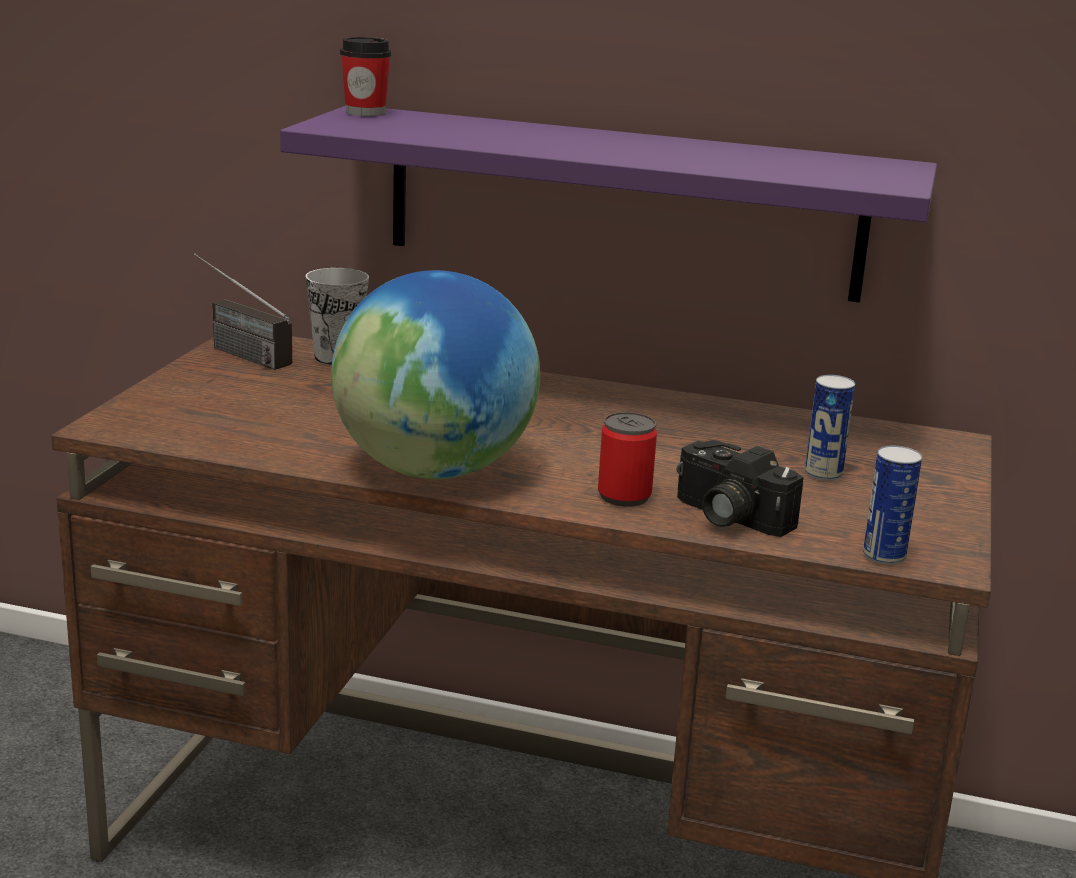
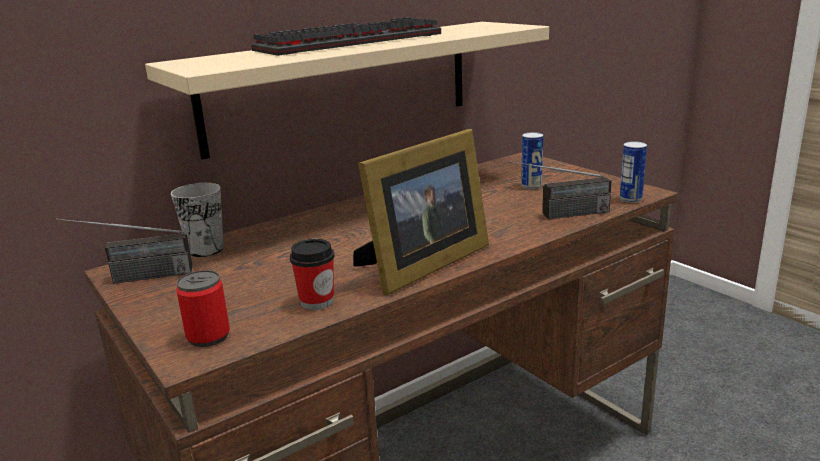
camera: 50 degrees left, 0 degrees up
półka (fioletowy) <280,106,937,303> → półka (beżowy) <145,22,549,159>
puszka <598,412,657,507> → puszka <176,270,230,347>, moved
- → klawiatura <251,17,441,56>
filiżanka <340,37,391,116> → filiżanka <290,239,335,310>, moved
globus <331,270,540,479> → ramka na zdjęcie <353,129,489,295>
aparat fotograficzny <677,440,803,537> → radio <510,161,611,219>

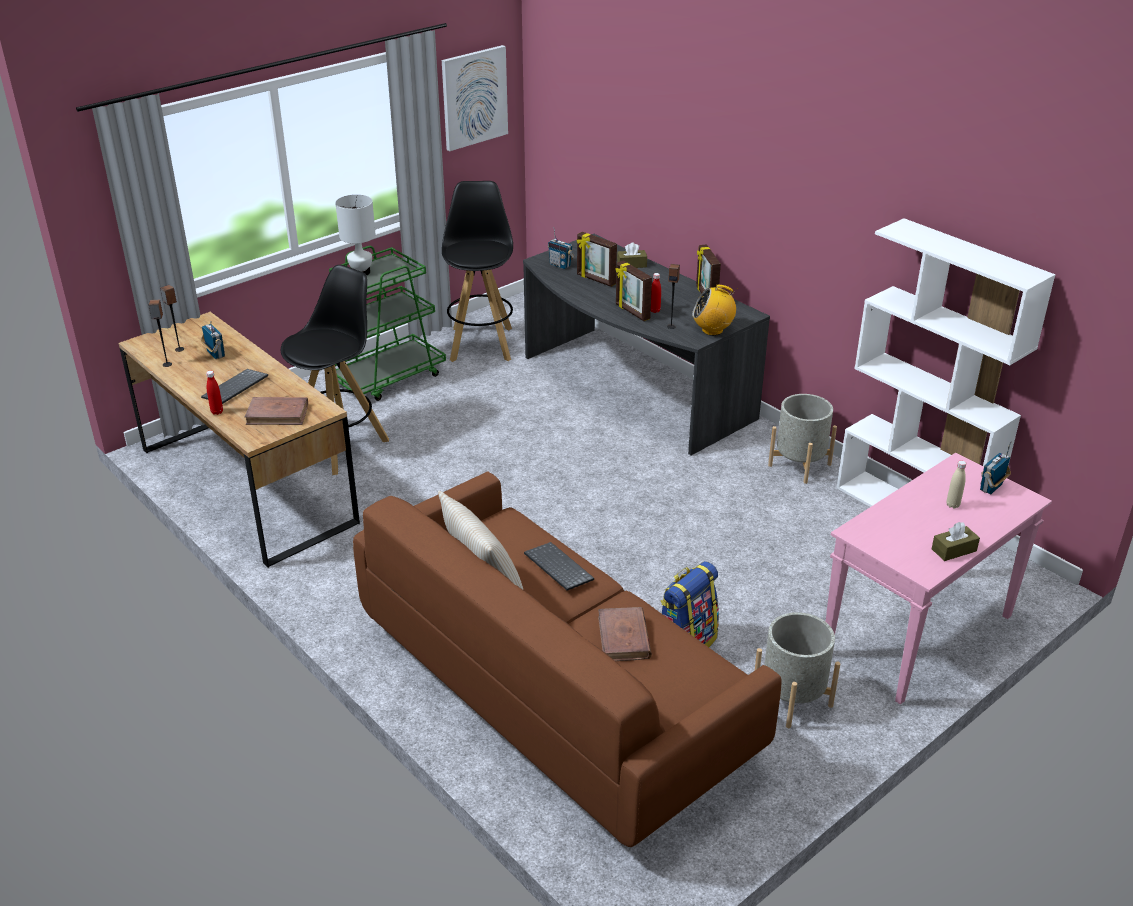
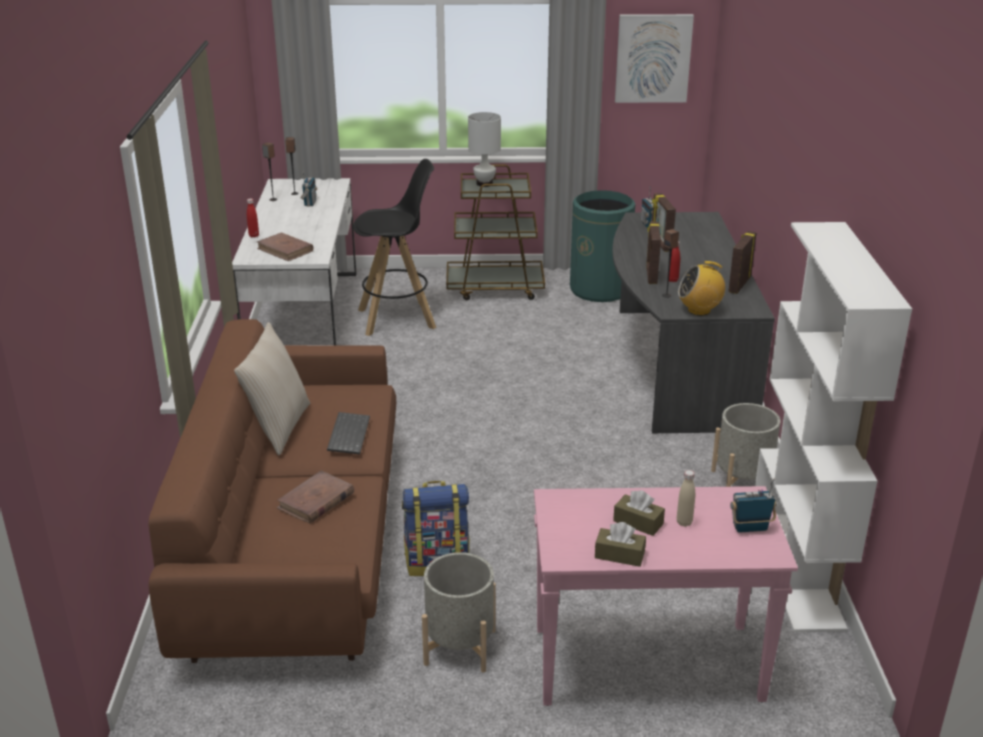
camera: 40 degrees right, 5 degrees down
biurko (brązowy) <118,312,360,568> → biurko (biały) <232,178,356,345>
wózek (zielony) <329,246,446,401> → wózek (brązowy) <446,164,545,300>
stołek (czarny) <442,181,513,362> → kosz na śmieci (zielony) <570,190,635,302>
pudełko chusteczek (brązowy) <617,242,647,268> → pudełko chusteczek (brązowy) <613,490,665,536>, moved
radio <692,285,738,336> → radio <678,261,725,316>, 45 degrees counterclockwise
klawiatura <201,369,268,404> → -

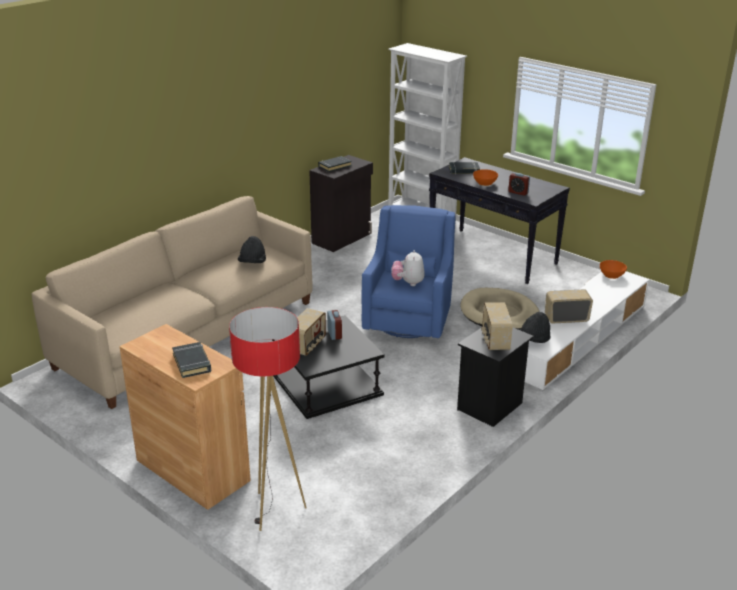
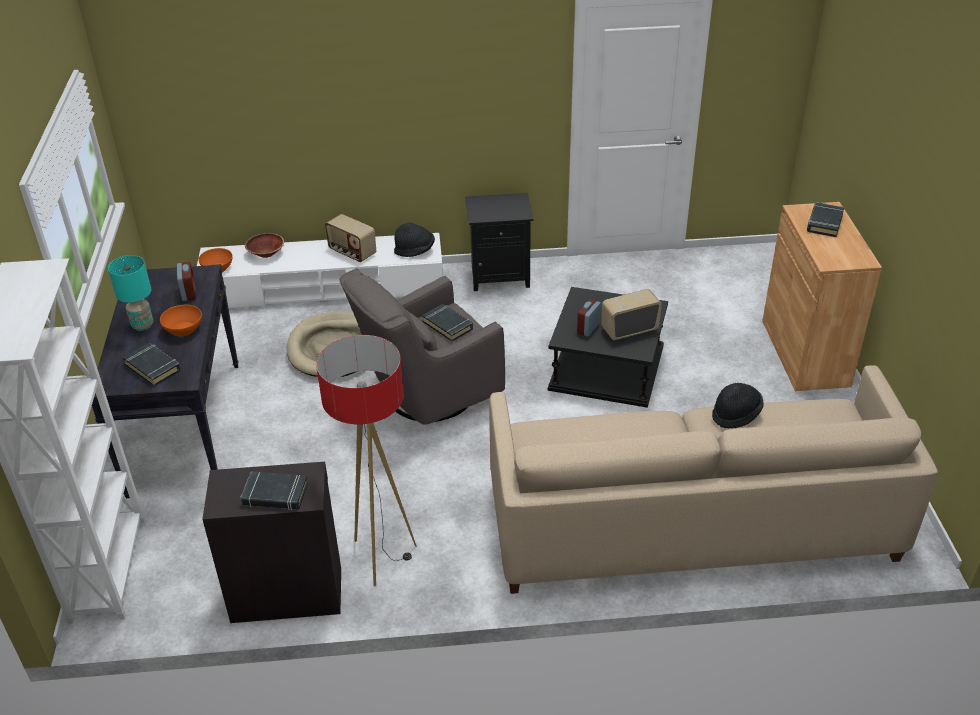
camera: 135 degrees left, 10 degrees up
- → lampa stołowa (turkusowy) <108,255,153,331>
- → miska (brązowy) <245,233,284,258>
lampa stojąca <229,307,306,531> → lampa stojąca <316,335,417,586>, moved
fotel (niebieski) <361,205,456,338> → fotel (szary) <340,268,505,424>
pluszak <391,250,425,286> → książka (czarny) <422,304,473,341>
kapelusz (czarny) <238,236,266,263> → kapelusz (czarny) <712,383,763,428>, moved
radio <481,302,513,350> → -

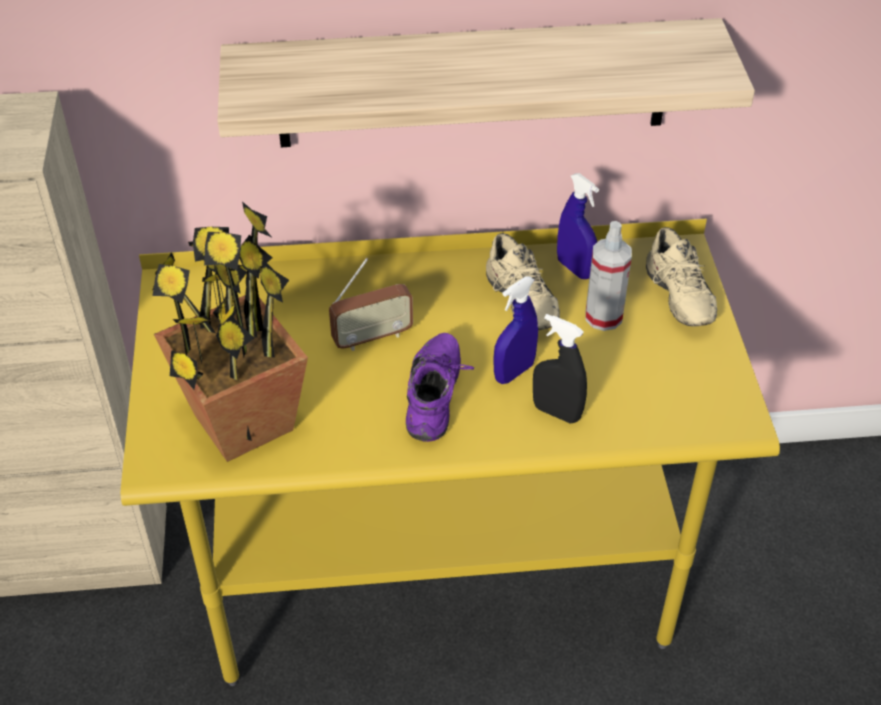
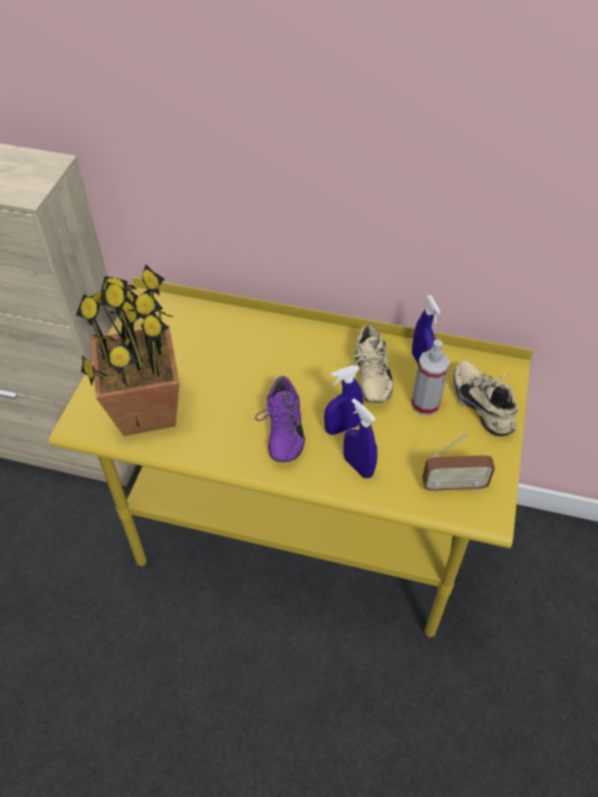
camera: 20 degrees right, 5 degrees up
but (fioletowy) <406,333,474,442> → but (fioletowy) <255,376,305,462>, 150 degrees clockwise
spryskiwacz (czarny) <533,314,587,424> → spryskiwacz (niebieski) <343,398,377,478>
radio <329,258,413,351> → radio <422,433,495,493>, moved
but (beżowy) <646,227,717,326> → but (beżowy) <453,361,518,436>, 150 degrees clockwise
półka <218,18,755,147> → -

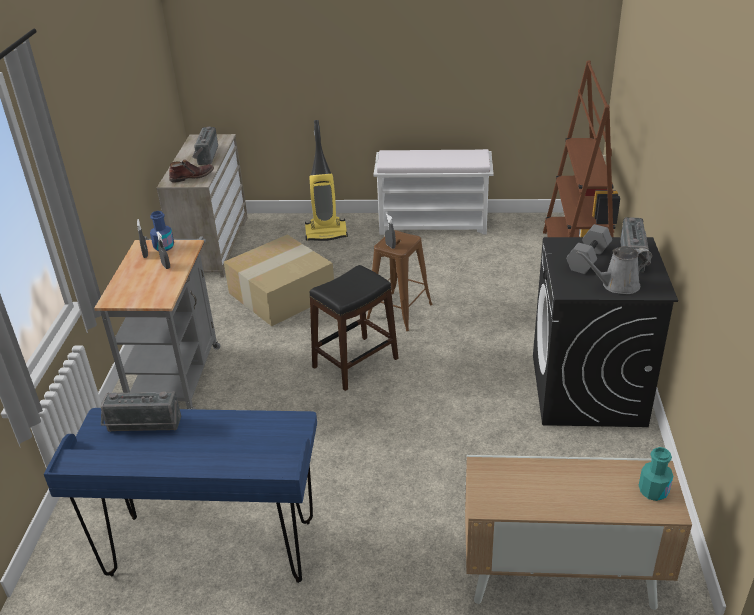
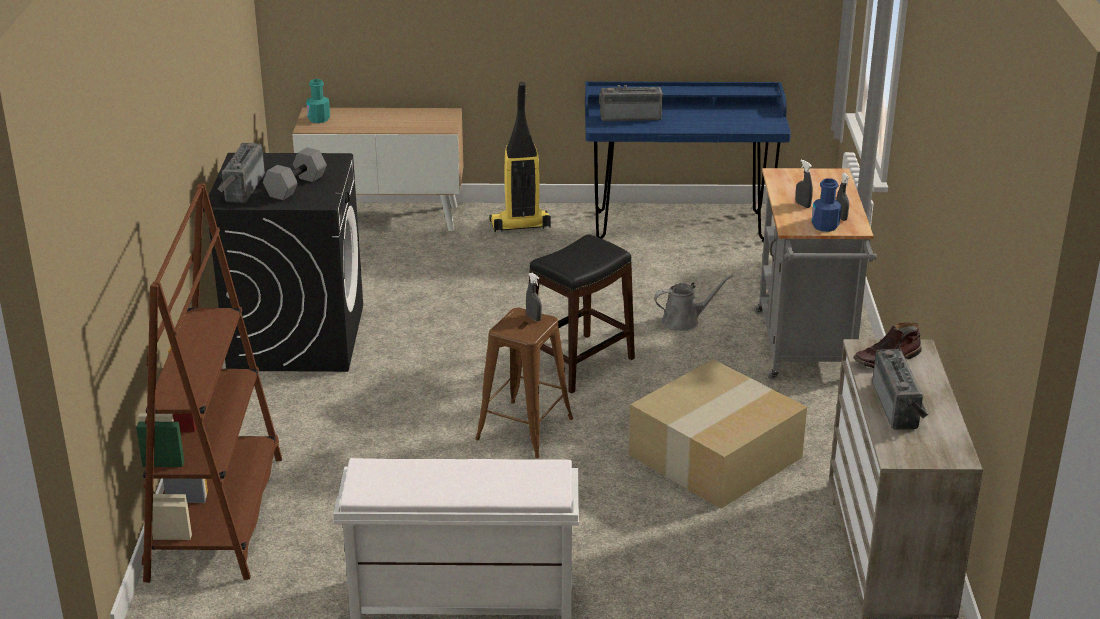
camera: 175 degrees right, 5 degrees down
odkurzacz <305,120,348,241> → odkurzacz <489,82,551,232>, moved
radio <100,391,181,432> → radio <599,85,663,121>, moved
konewka (szary) <576,246,652,294> → konewka (szary) <654,274,733,331>, moved

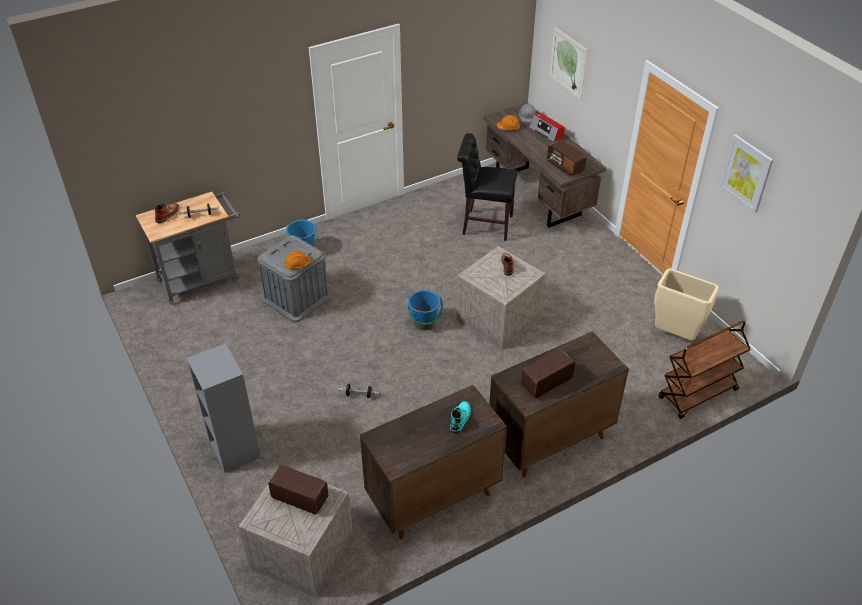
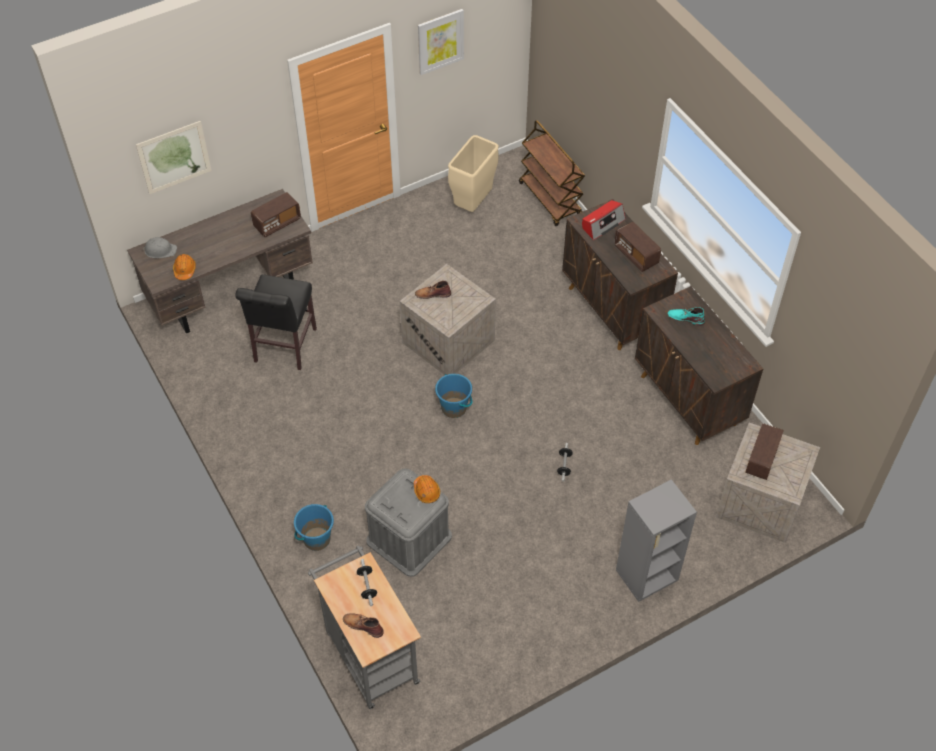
camera: 90 degrees left, 10 degrees up
radio <529,114,565,142> → radio <582,200,626,240>, moved

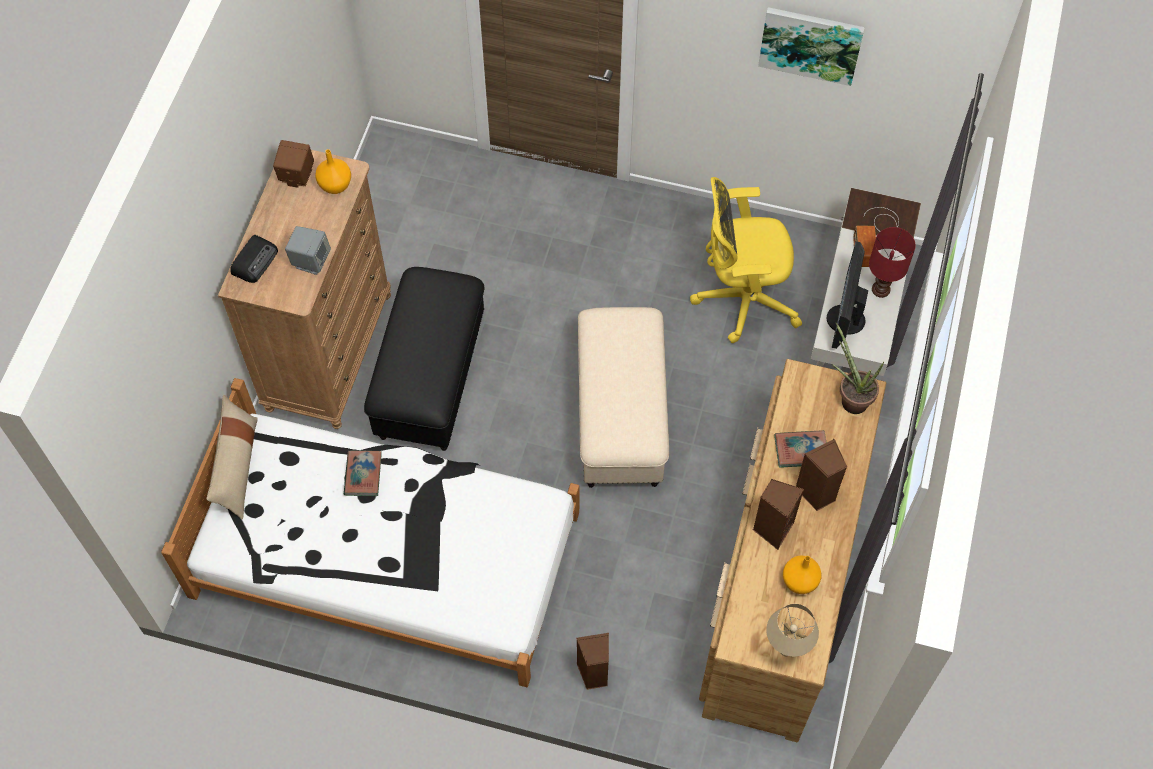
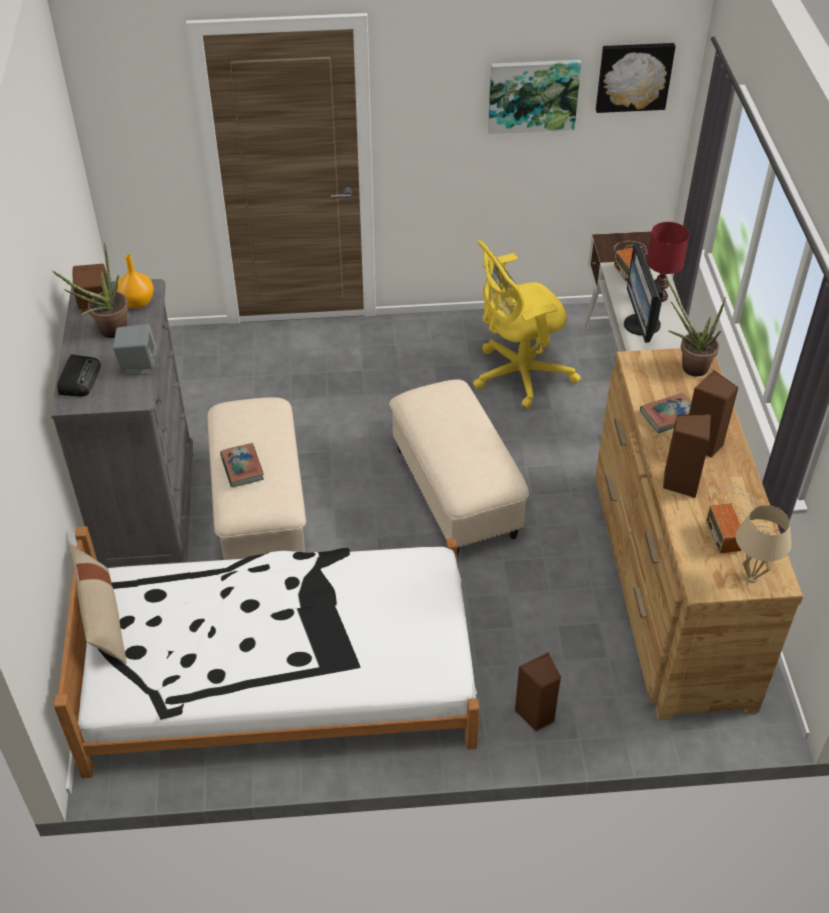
camera: 20 degrees left, 15 degrees down
komoda (brązowy) <218,150,391,429> → komoda (szary) <51,279,194,568>
- → roślina doniczkowa <52,243,129,338>
pufa (czarny) <364,267,484,451> → pufa (beżowy) <207,397,306,560>
książka <344,451,382,496> → książka <220,443,264,487>, moved
- → obraz <596,43,676,113>
wazon (pomarańczowy) <783,555,821,594> → radio <706,486,754,554>

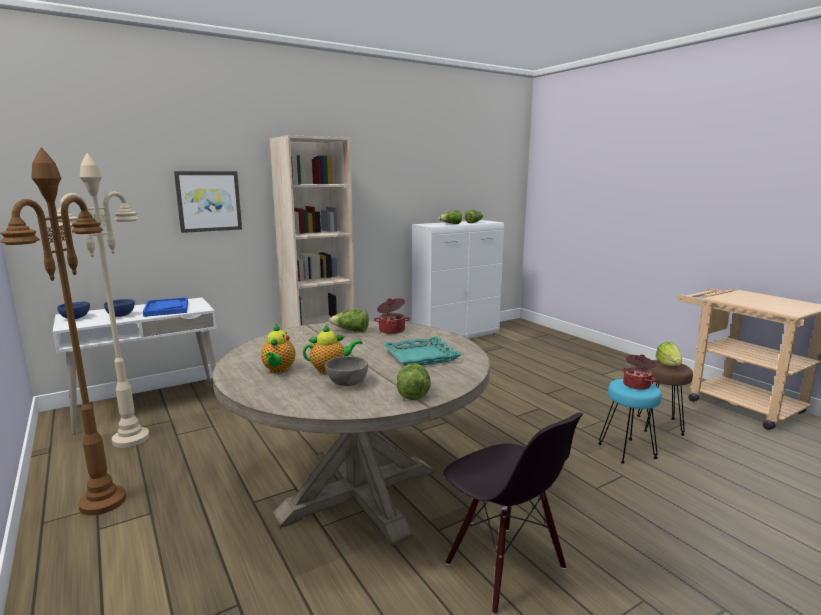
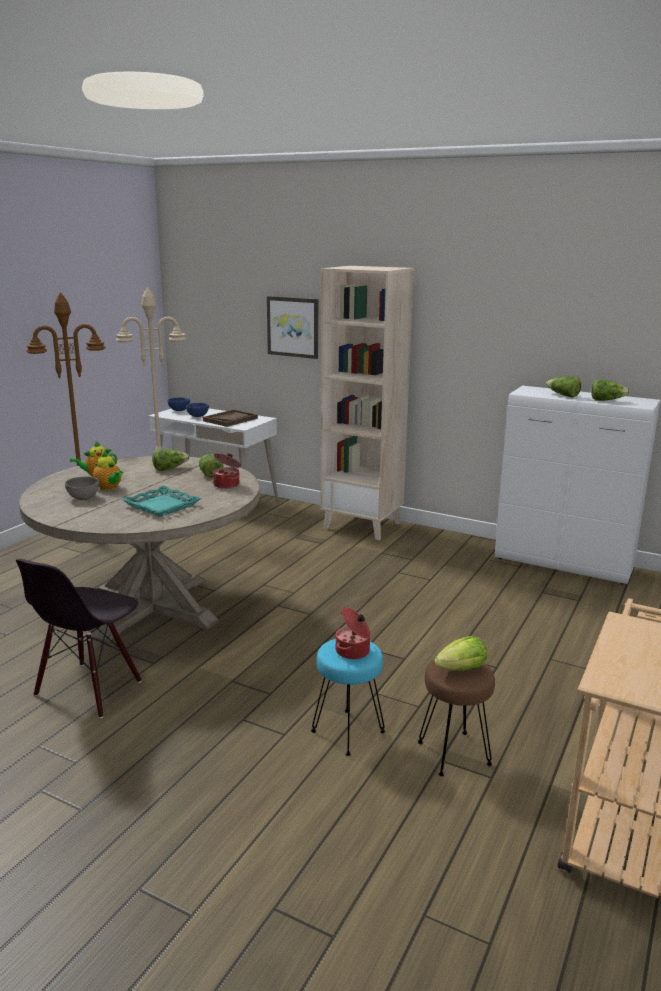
camera: 60 degrees right, 5 degrees up
sałata <397,363,431,400> → sałata <152,449,189,471>, moved
taca (niebieski) <143,297,188,317> → taca (brązowy) <203,409,258,427>

